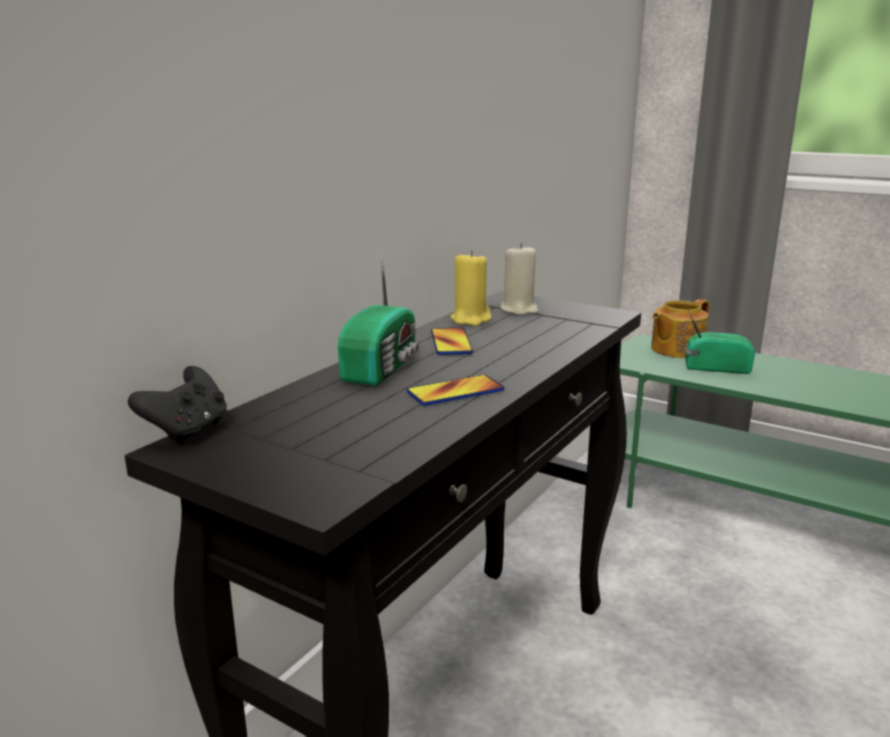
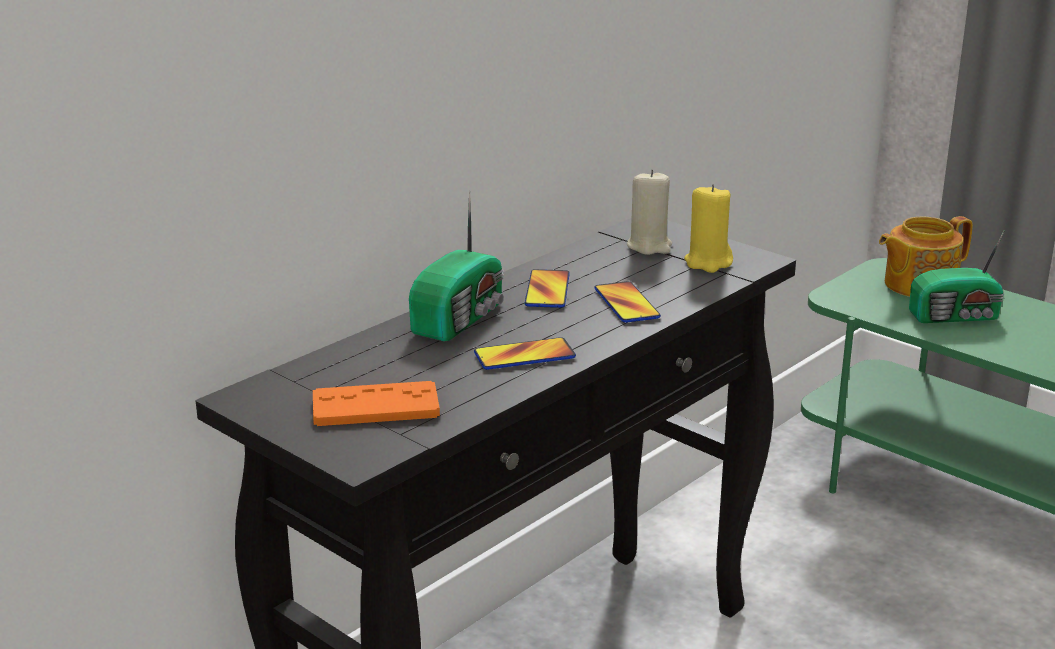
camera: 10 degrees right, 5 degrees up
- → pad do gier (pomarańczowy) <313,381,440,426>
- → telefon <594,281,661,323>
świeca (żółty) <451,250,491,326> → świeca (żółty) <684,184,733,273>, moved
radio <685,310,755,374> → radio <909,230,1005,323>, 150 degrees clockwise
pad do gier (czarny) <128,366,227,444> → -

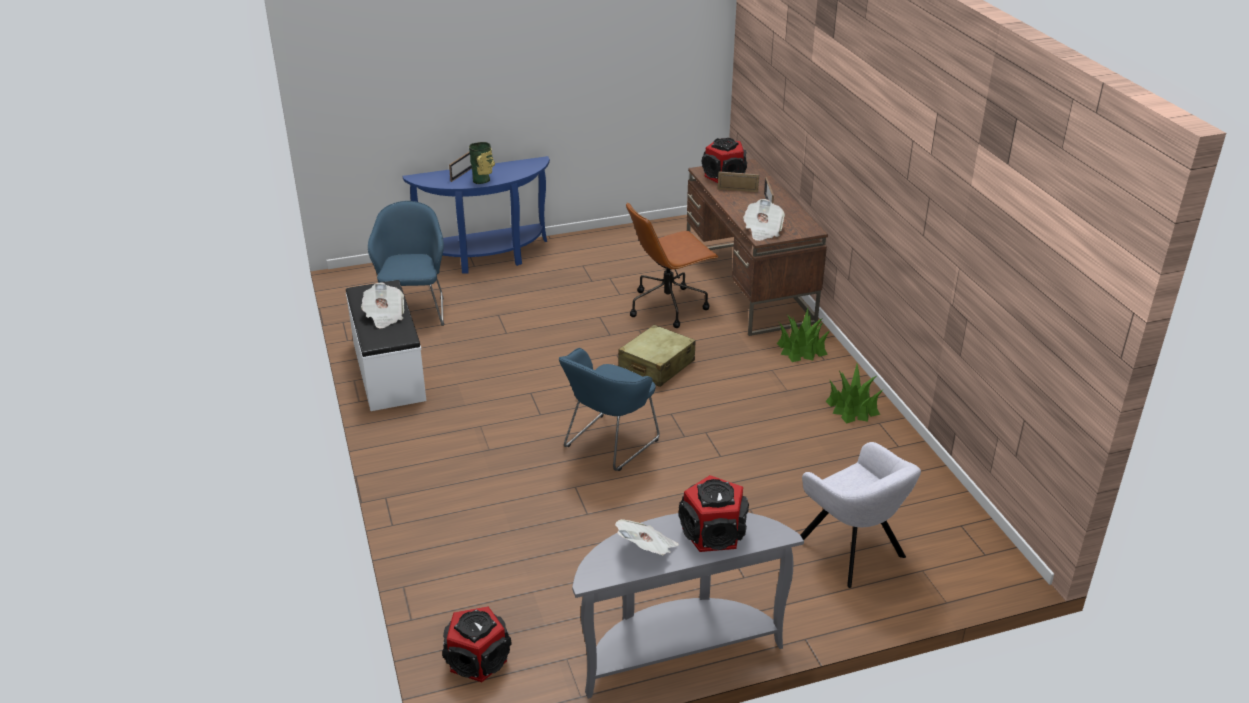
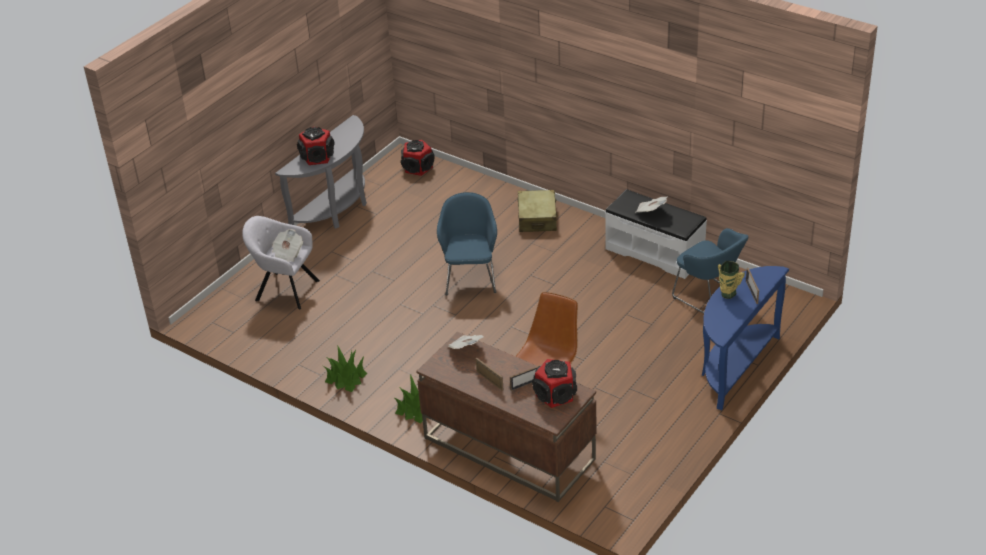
camera: 145 degrees right, 5 degrees up
gazeta <615,519,679,555> → gazeta <272,229,303,262>, moved
walizka (beżowy) <618,325,696,387> → walizka (beżowy) <517,190,558,232>, moved

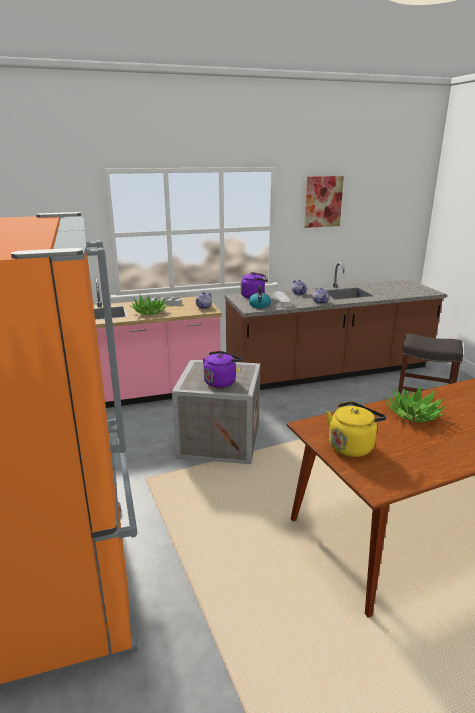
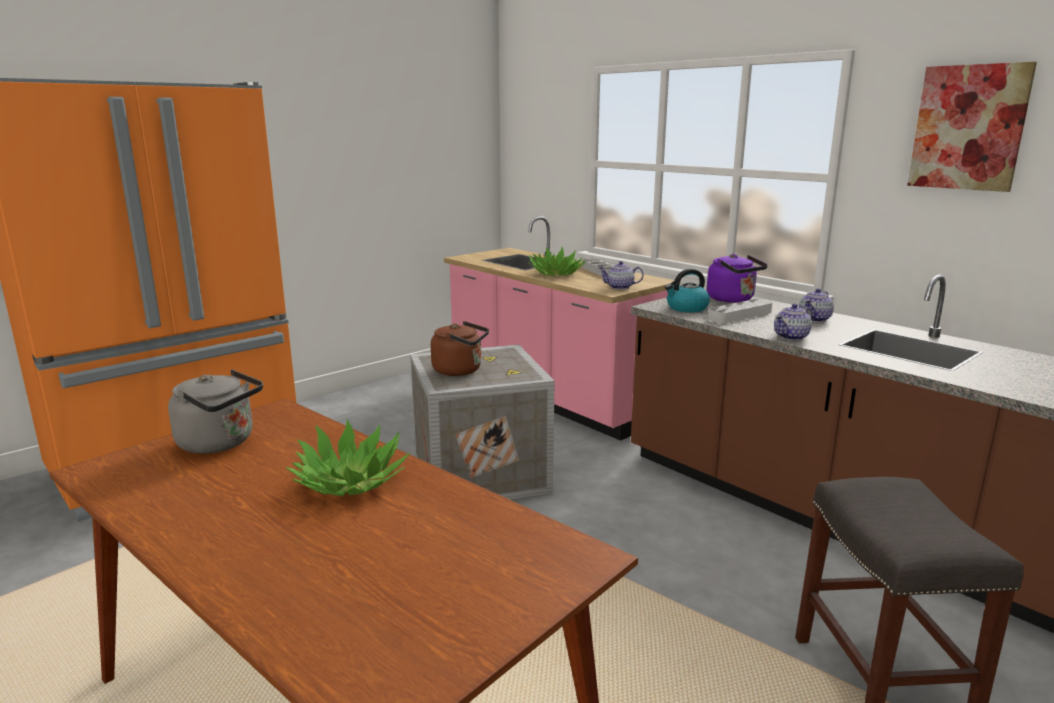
camera: 65 degrees right, 5 degrees down
czajnik (żółty) <326,401,386,457> → czajnik (szary) <168,369,263,454>
czajnik (fioletowy) <203,351,242,388> → czajnik (brązowy) <431,321,489,376>

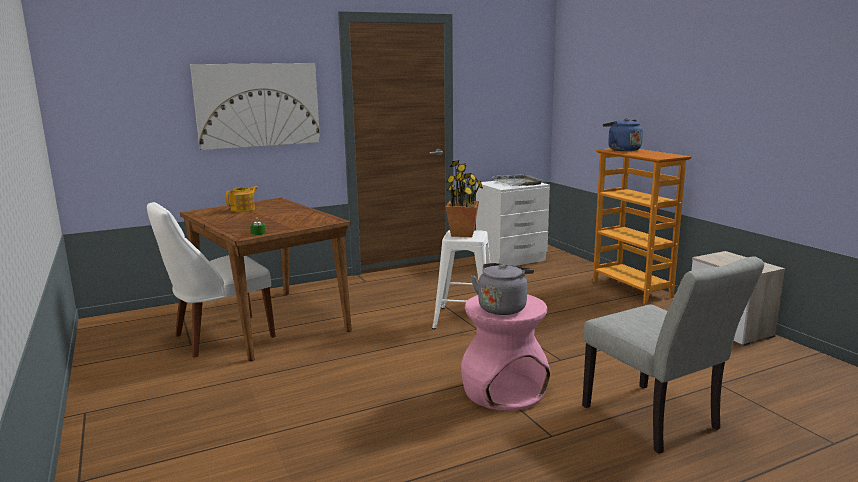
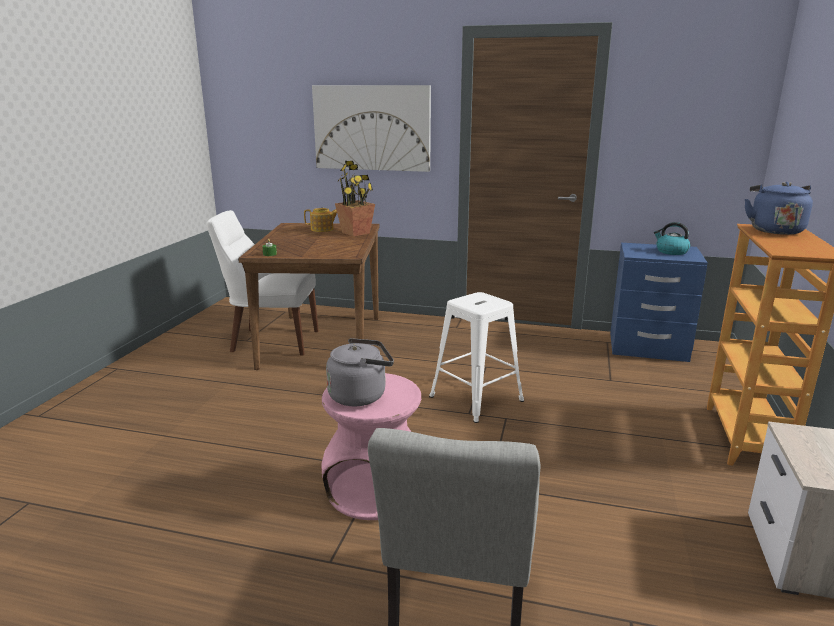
camera: 40 degrees right, 5 degrees up
roślina doniczkowa <446,160,483,237> → roślina doniczkowa <335,161,375,236>, moved
szafka nocna (biały) <476,181,550,266> → szafka nocna (niebieski) <610,243,708,362>
taca (szary) <492,174,543,186> → czajnik <654,222,691,255>

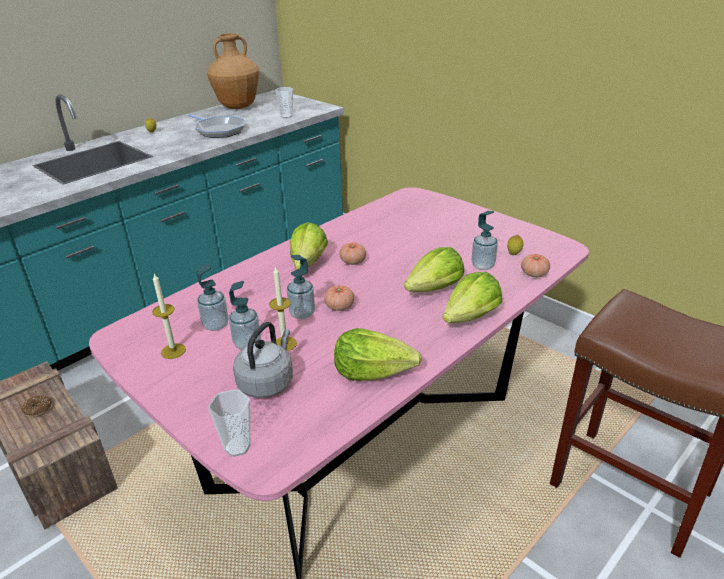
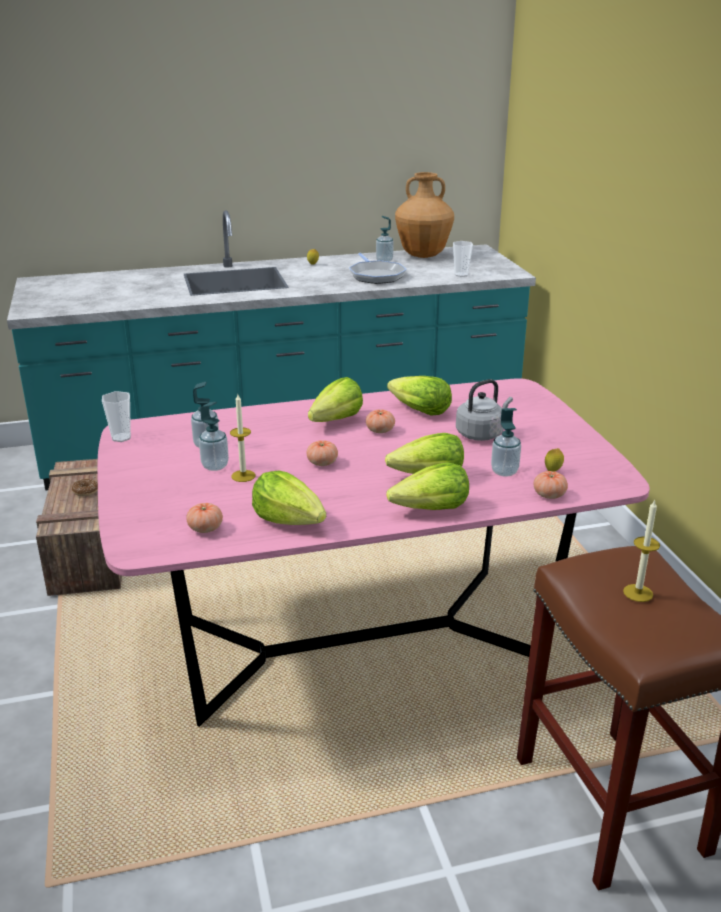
camera: 30 degrees right, 5 degrees down
filiżanka <208,389,251,457> → filiżanka <102,391,131,442>, moved
- → pomidor <186,503,223,533>
dozownik mydła <287,255,315,319> → dozownik mydła <376,216,394,262>, moved
- → sałata <387,376,452,415>
czajnik (szary) <233,322,293,398> → czajnik (szary) <456,379,513,441>, moved
świeca <152,274,186,359> → świeca <623,499,660,602>, moved

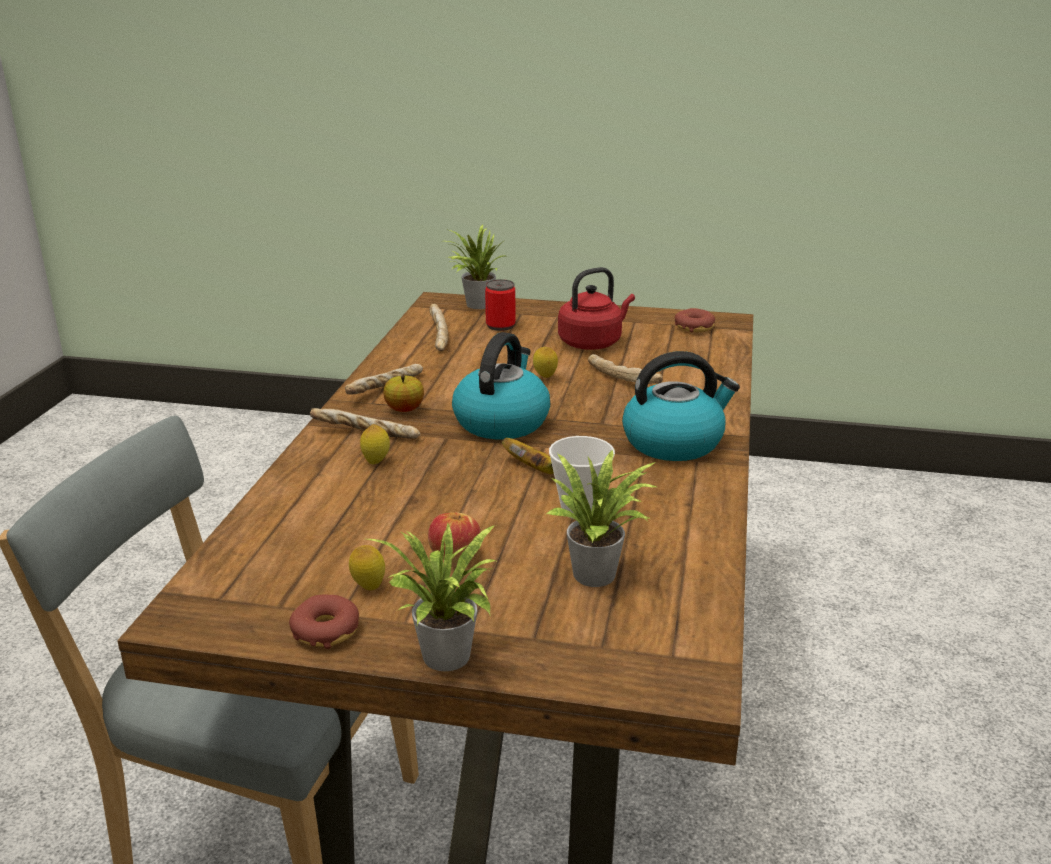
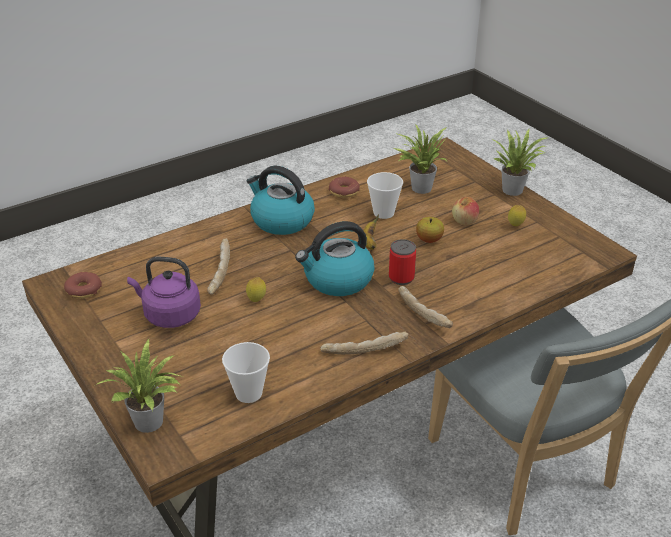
camera: 135 degrees left, 10 degrees up
czajnik (czerwony) <558,267,635,350> → czajnik (fioletowy) <127,257,201,328>
chleb <429,304,448,351> → filiżanka <222,342,270,403>
donut <289,595,359,649> → donut <329,177,360,198>, moved
puszka <485,279,515,331> → puszka <389,239,416,285>, moved
jabłko <383,376,424,412> → jabłko <416,217,444,243>, moved
cytryna <360,424,390,464> → -

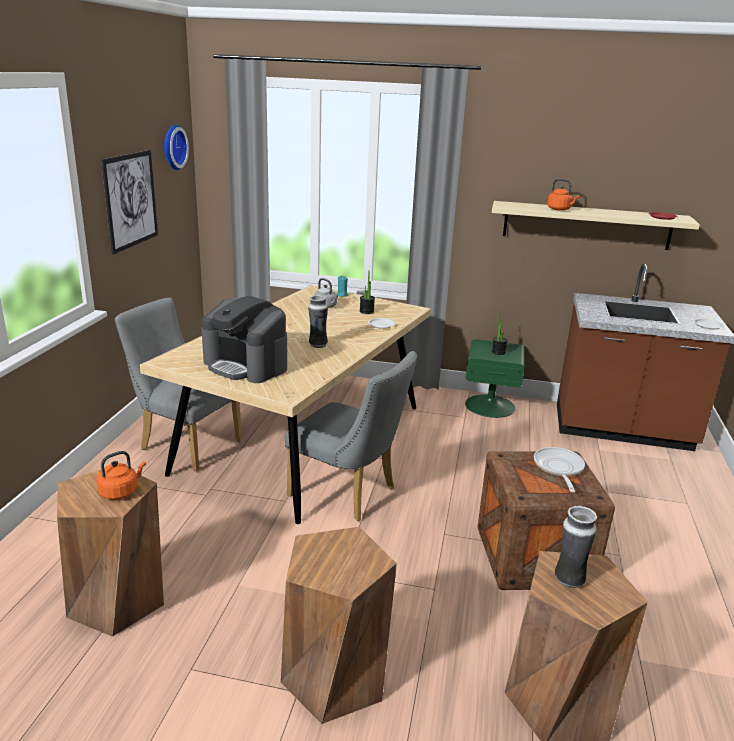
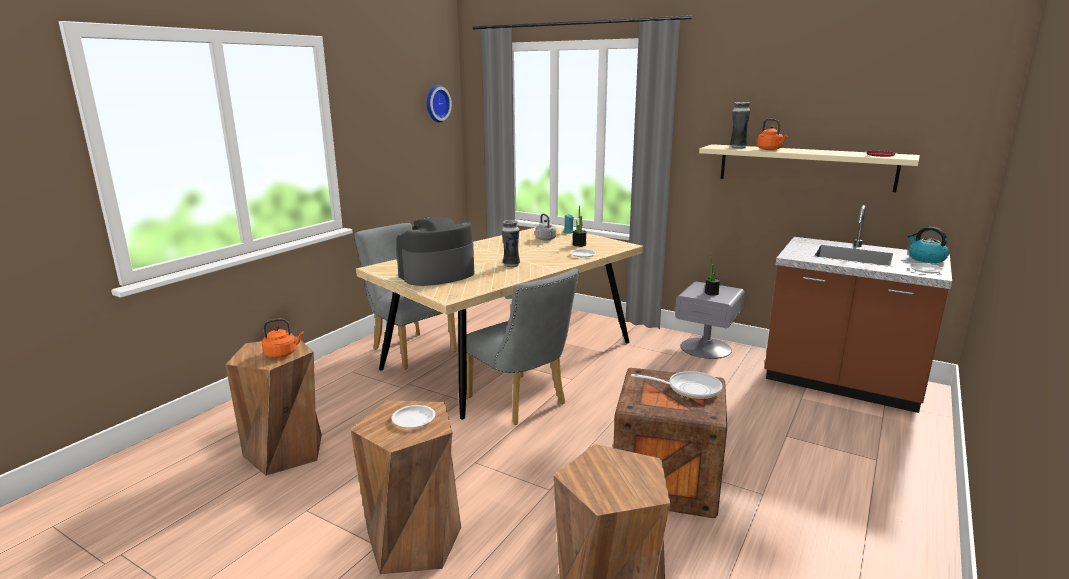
camera: 20 degrees right, 5 degrees down
- → talerz (biały) <392,405,435,428>
ekspres do kawy <202,296,287,383> → ekspres do kawy <396,217,474,286>, 90 degrees clockwise
patelnia <534,447,585,492> → patelnia <631,371,722,399>, 75 degrees clockwise
szafka nocna (zielony) <465,339,524,418> → szafka nocna (szary) <675,282,745,359>
wazon <555,506,597,588> → wazon <730,102,750,149>, moved
- → czajnik <907,227,949,263>
obraz <101,150,158,254> → -

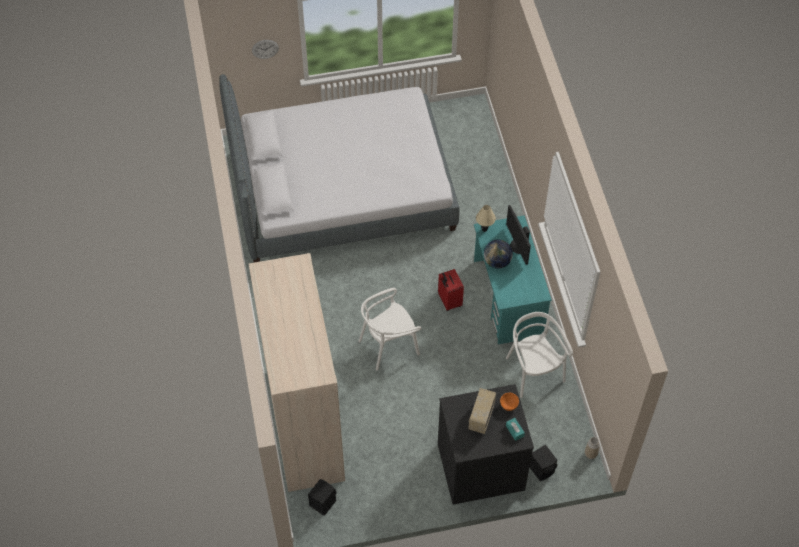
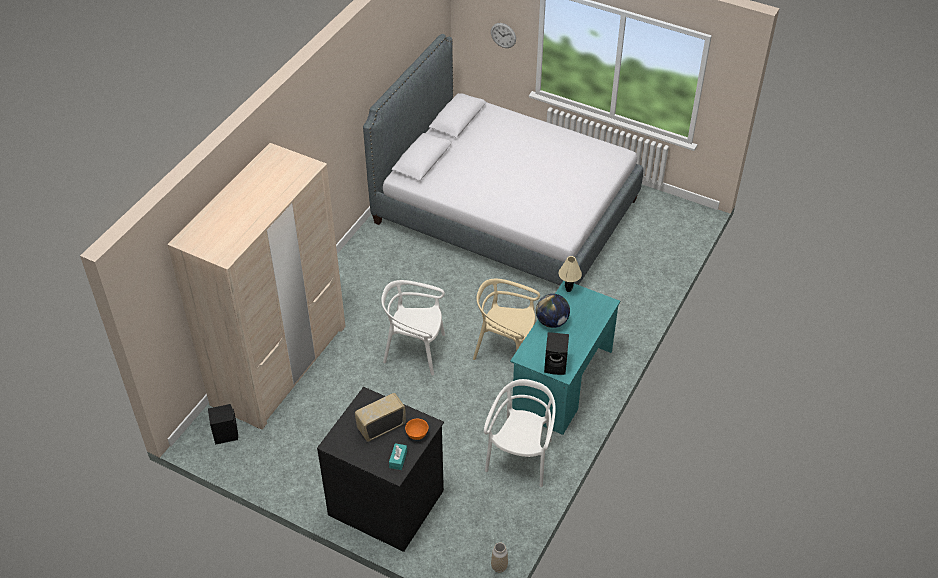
camera: 40 degrees right, 10 degrees down
walizka (czerwony) <438,269,464,311> → krzesło (beżowy) <473,279,540,360>
głośnik (czarny) <529,445,558,481> → głośnik (czarny) <544,332,569,375>, moved
monitor <506,205,531,265> → -

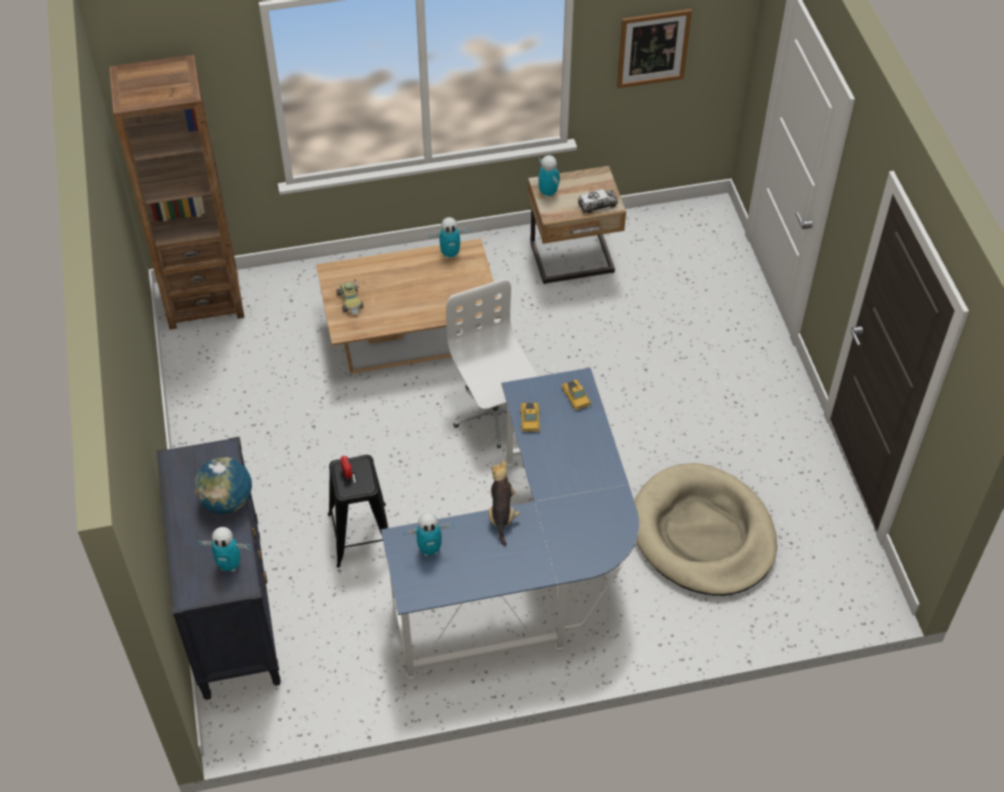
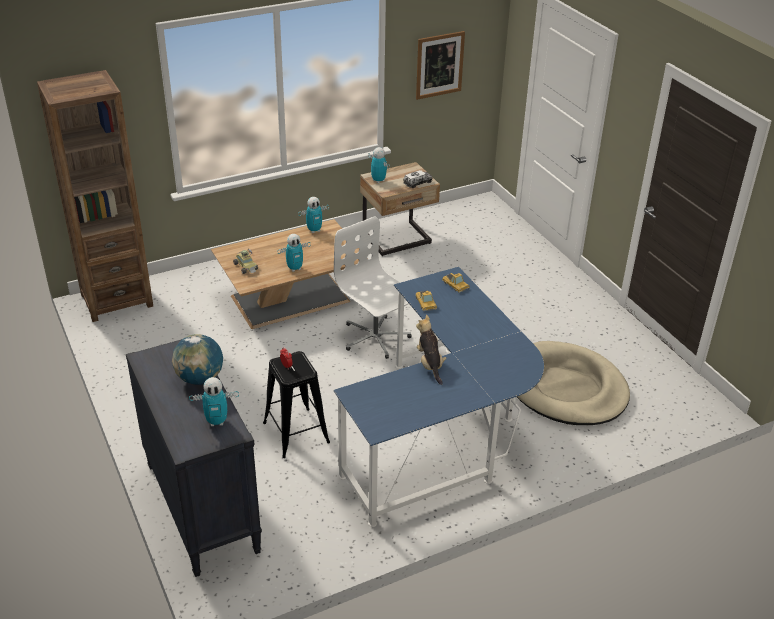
camera: 15 degrees left, 15 degrees down
robot zabawkowy <403,512,454,556> → robot zabawkowy <278,234,311,272>, moved

